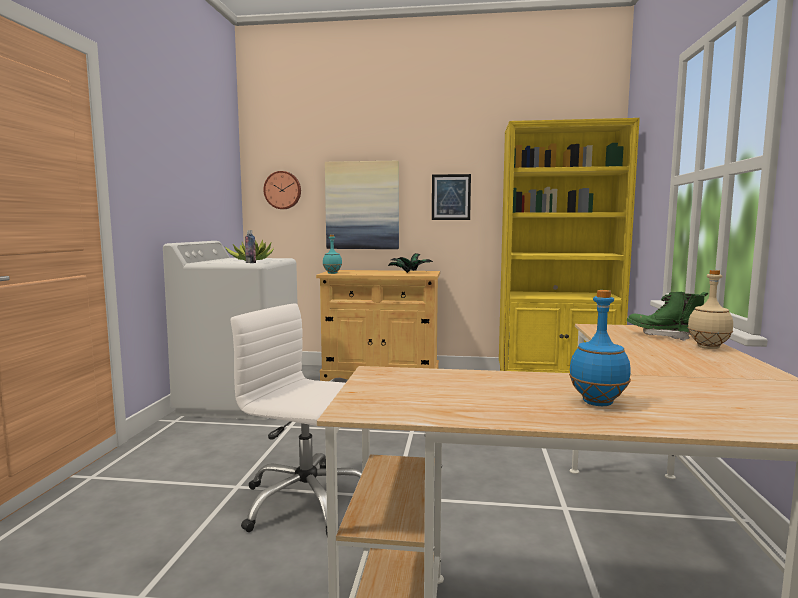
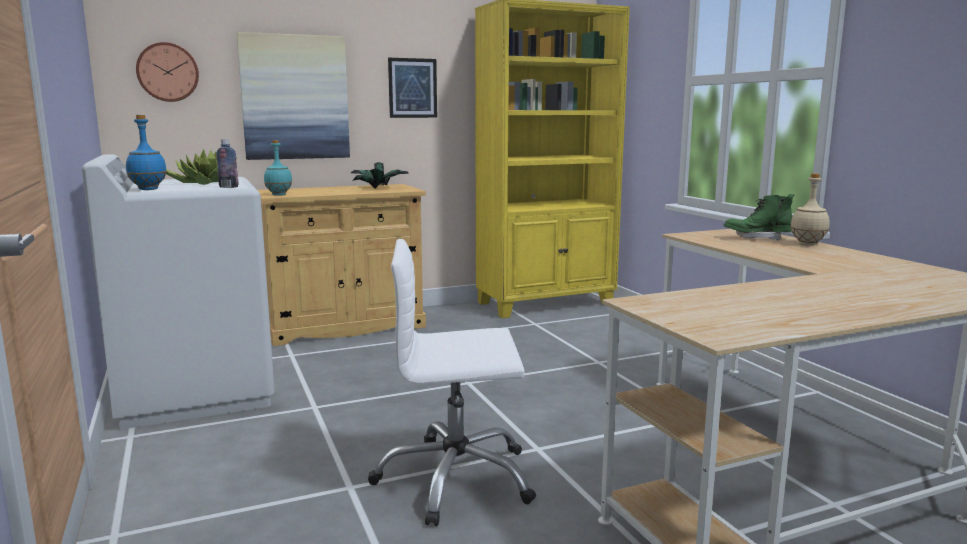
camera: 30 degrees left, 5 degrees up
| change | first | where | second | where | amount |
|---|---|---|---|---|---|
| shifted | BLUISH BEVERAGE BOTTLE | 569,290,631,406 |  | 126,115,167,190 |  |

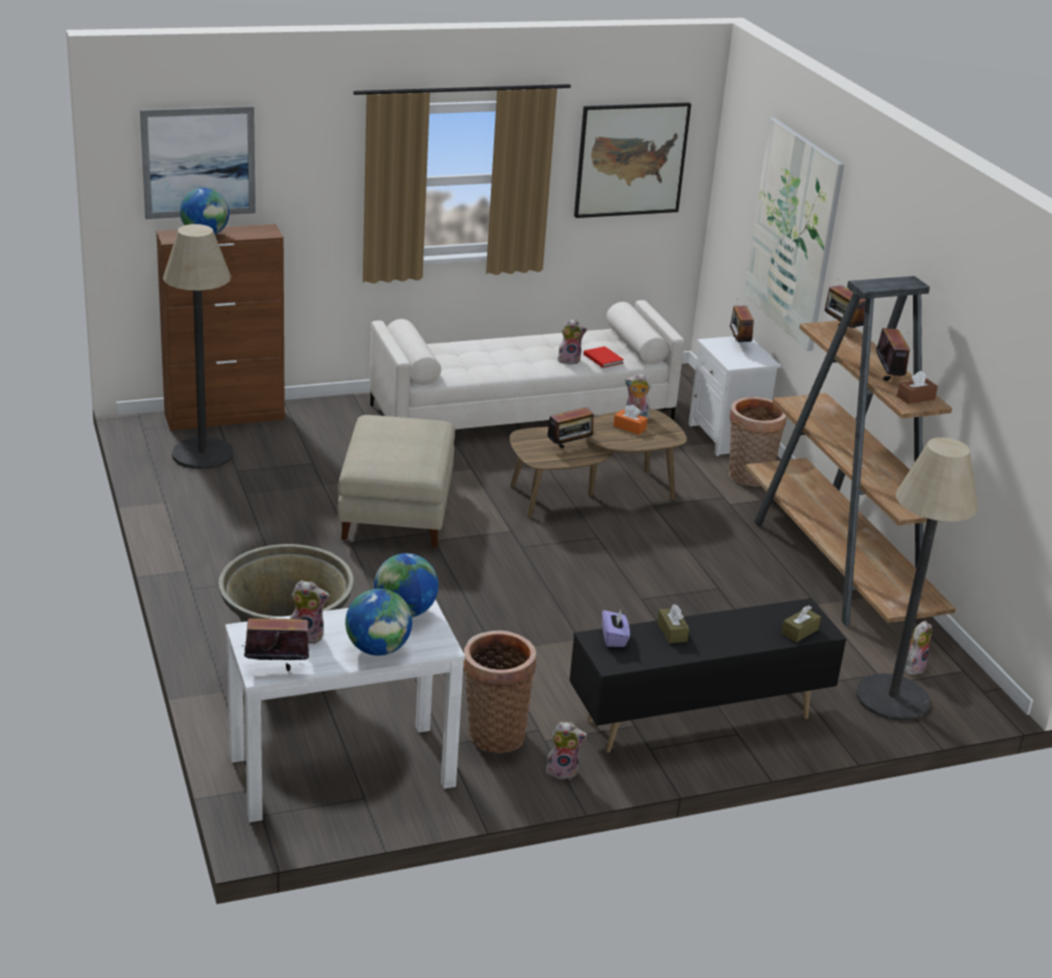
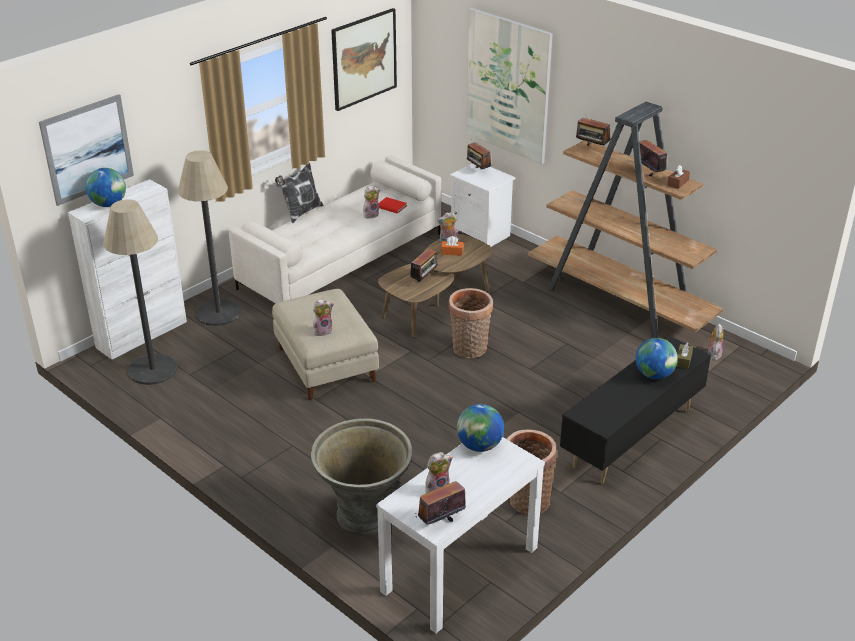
camera: 25 degrees left, 5 degrees up
| change | first | where | second | where | amount |
|---|---|---|---|---|---|
| repainted | BROWNISH CUPBOARD | 156,224,285,430 | WHITISH CUPBOARD | 68,179,187,360 |  |
| shifted | STANDING LAMP | 856,437,978,721 |  | 178,150,241,326 |  |
| new |  |  | PILLOW | 275,163,324,223 |  |
| shifted | SOFT TOY | 546,722,587,780 |  | 313,298,334,336 |  |
| shifted | BASKET | 729,397,787,487 |  | 449,288,493,358 |  |
| shifted | DESK GLOBE | 345,588,412,656 |  | 635,338,678,379 |  |
| gone | PURPLE BOX OF TISSUES | 602,610,630,647 |  |  |  |
| gone | BROWNISH BOX OF TISSUES | 657,604,689,643 |  |  |  |

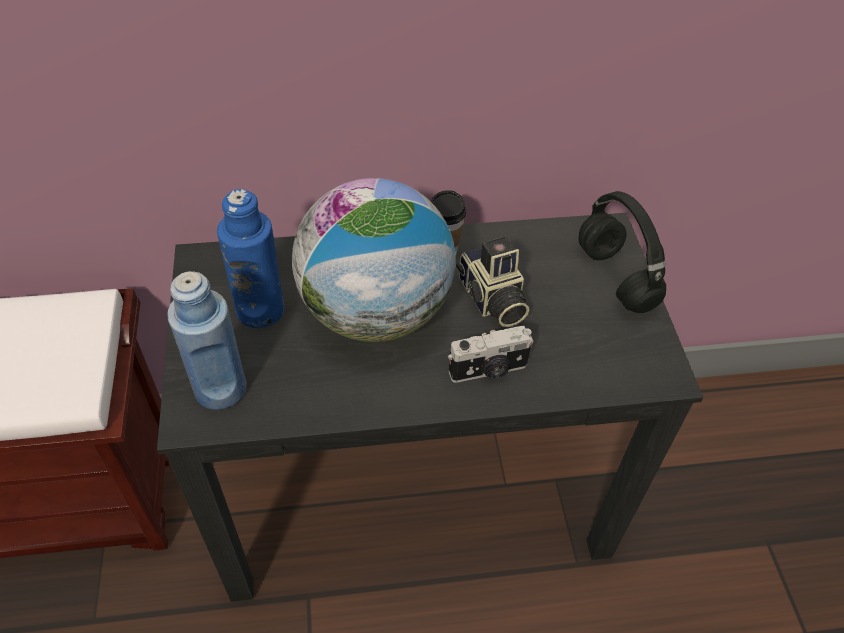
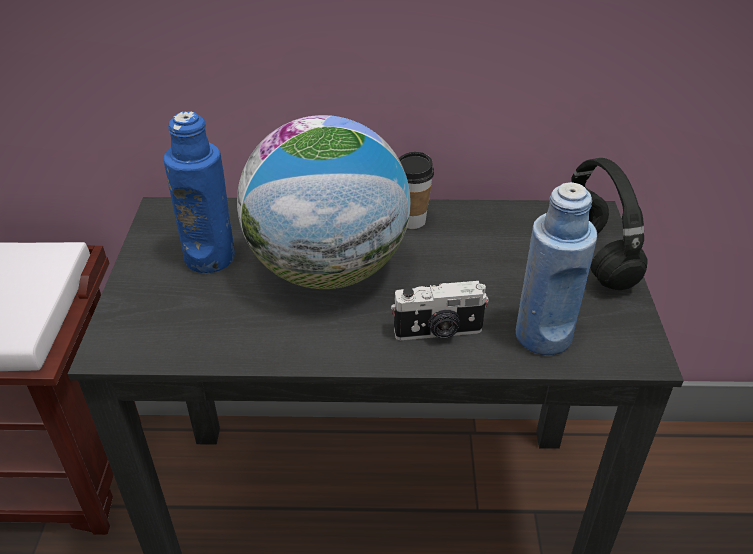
camera: 10 degrees right, 10 degrees down
| change | first | where | second | where | amount |
|---|---|---|---|---|---|
| shifted | BLUISH BEVERAGE BOTTLE | 167,271,246,410 |  | 516,182,597,355 |  |
| gone | PHOTO CAMERA | 456,237,529,327 |  |  |  |

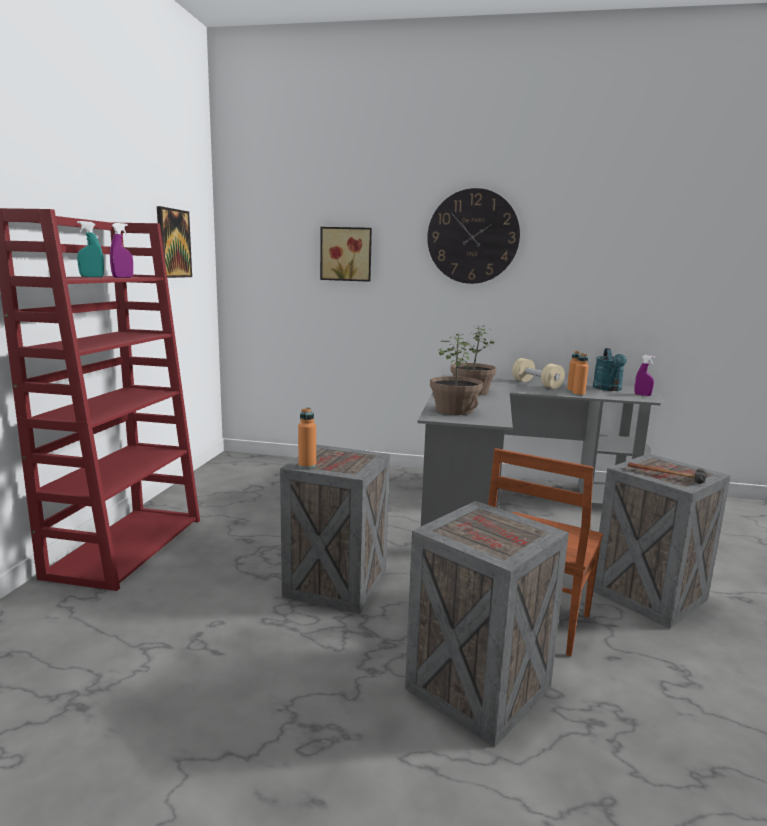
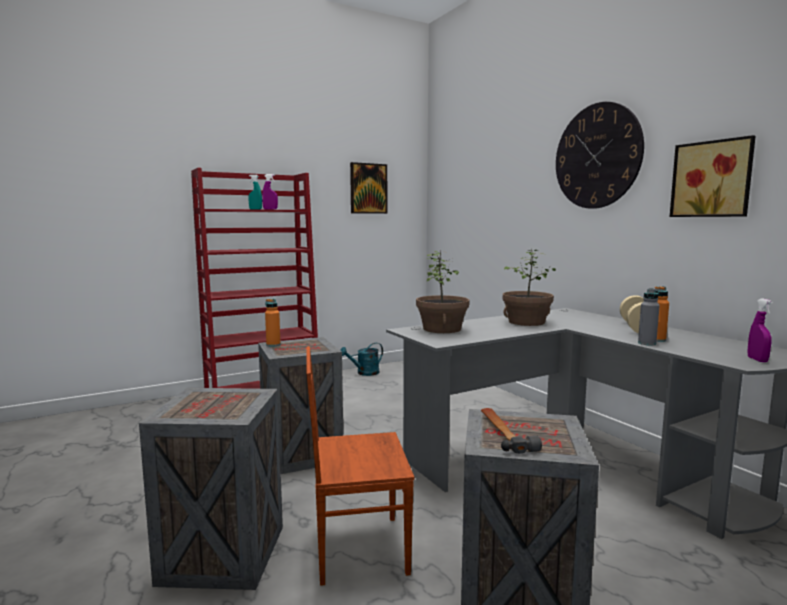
camera: 50 degrees right, 5 degrees down
| change | first | where | second | where | amount |
|---|---|---|---|---|---|
| shifted | TURQUOISE-COLOURED SPRINKLING CAN | 593,348,627,391 |  | 340,343,383,376 |  |
| repainted | ORANGE BEVERAGE BOTTLE | 572,353,589,396 | GRAY BEVERAGE BOTTLE | 638,288,660,345 |  |
| shifted | WALL PICTURE | 320,227,372,282 |  | 670,135,756,217 |  |

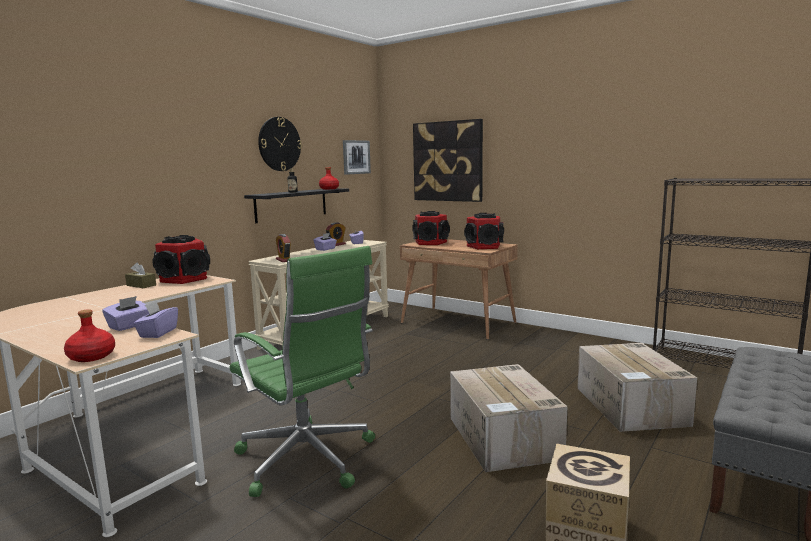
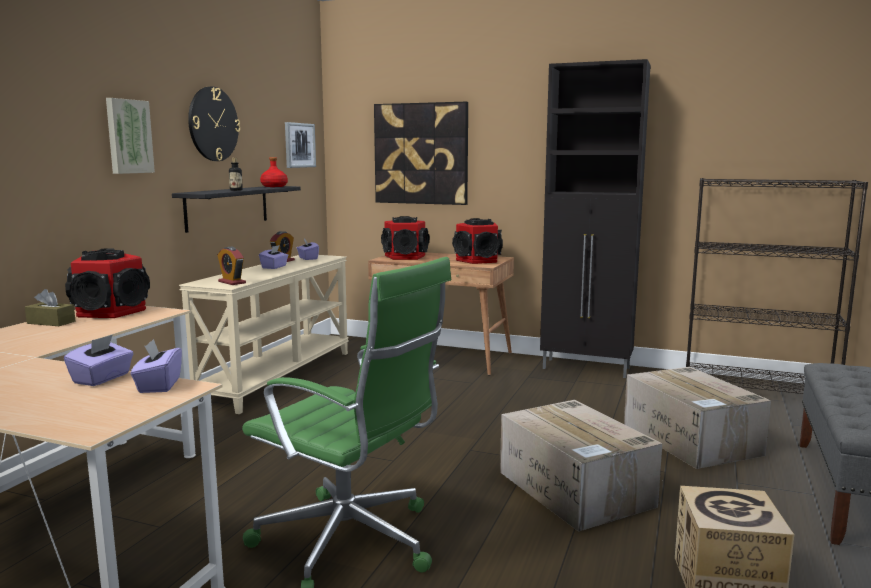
camera: 15 degrees left, 0 degrees up
| change | first | where | second | where | amount |
|---|---|---|---|---|---|
| new |  |  | WALL PICTURE | 106,98,155,174 |  |
| new |  |  | BLACK CUPBOARD | 540,59,651,378 |  |
| gone | REDDISH BEVERAGE BOTTLE | 64,309,115,362 |  |  |  |

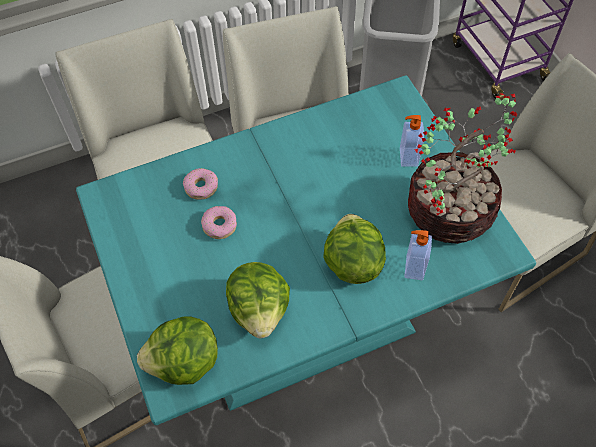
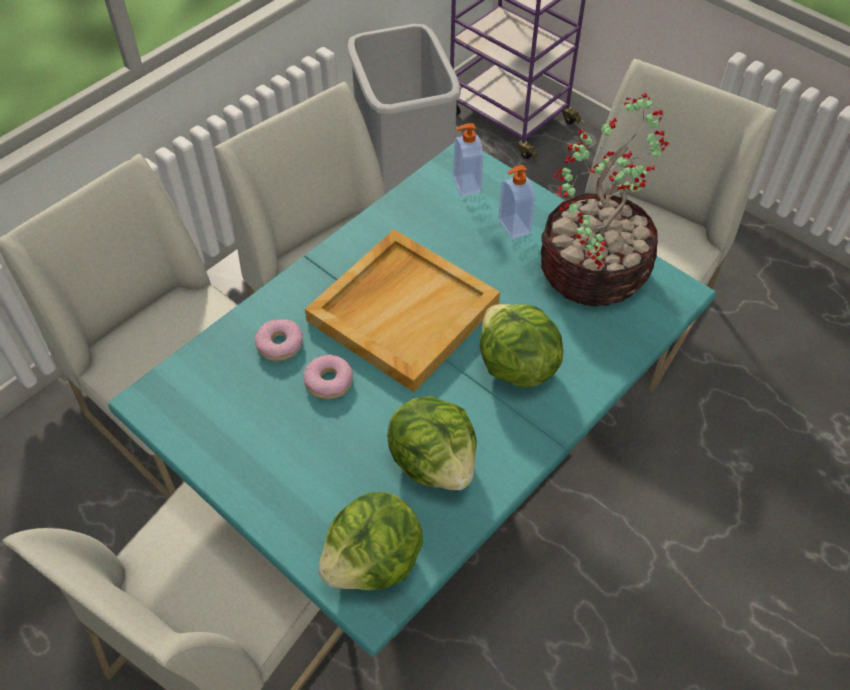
camera: 25 degrees left, 5 degrees down
| change | first | where | second | where | amount |
|---|---|---|---|---|---|
| new |  |  | BEIGE-COLOURED TRAY | 305,230,500,392 |  |
| shifted | LIQUID SOAP BOTTLE | 404,230,432,280 |  | 453,123,483,196 |  |

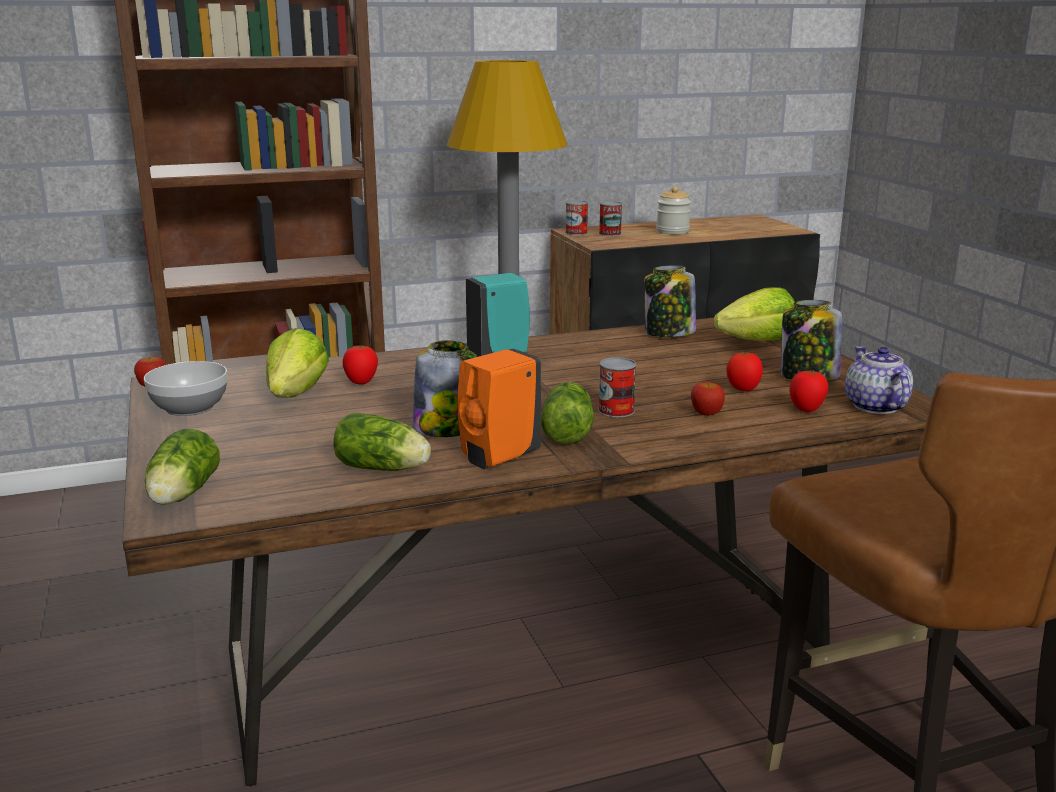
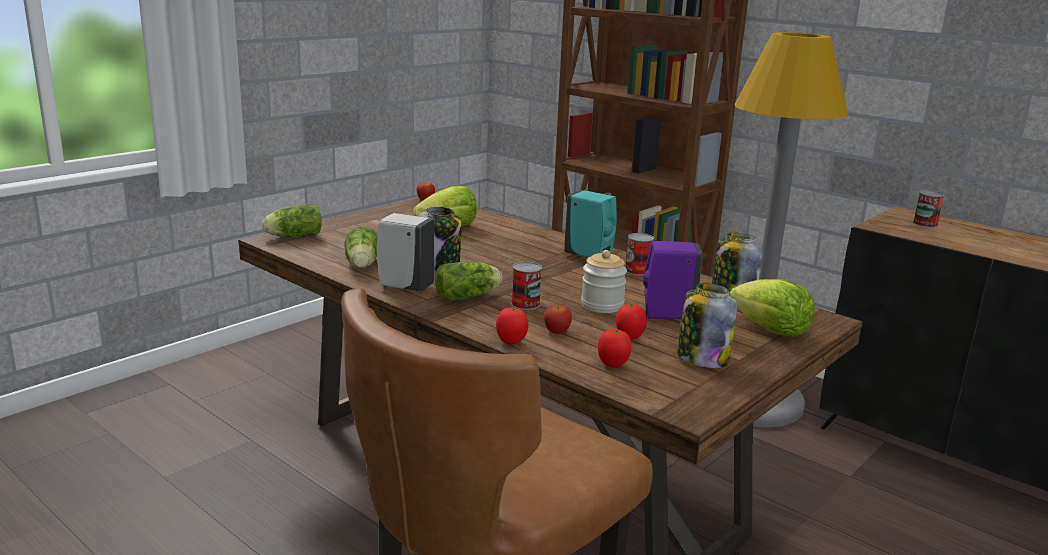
camera: 60 degrees right, 0 degrees up
| change | first | where | second | where | amount |
|---|---|---|---|---|---|
| repainted | ORANGE LIQUID SOAP BOTTLE | 457,349,541,469 | WHITISH LIQUID SOAP BOTTLE | 377,213,434,292 |  |
| shifted | TOMATO | 343,345,378,385 |  | 496,307,528,345 |  |
| shifted | STORAGE JAR | 656,186,691,234 |  | 581,250,627,313 |  |
| shifted | CAN | 565,200,588,235 |  | 626,233,654,275 |  |
| new |  |  | PURPLE LIQUID SOAP BOTTLE | 643,240,703,320 |  |
| gone | SERVING BOWL | 144,361,227,416 |  |  |  |
| gone | TEA POT | 845,346,913,414 |  |  |  |

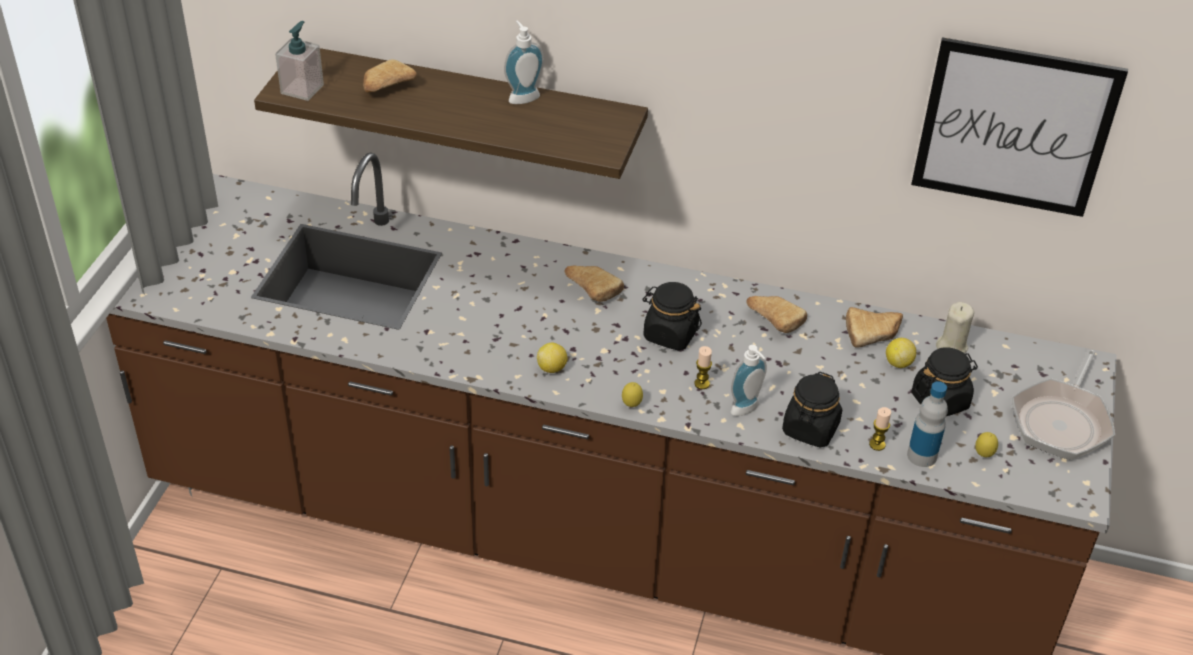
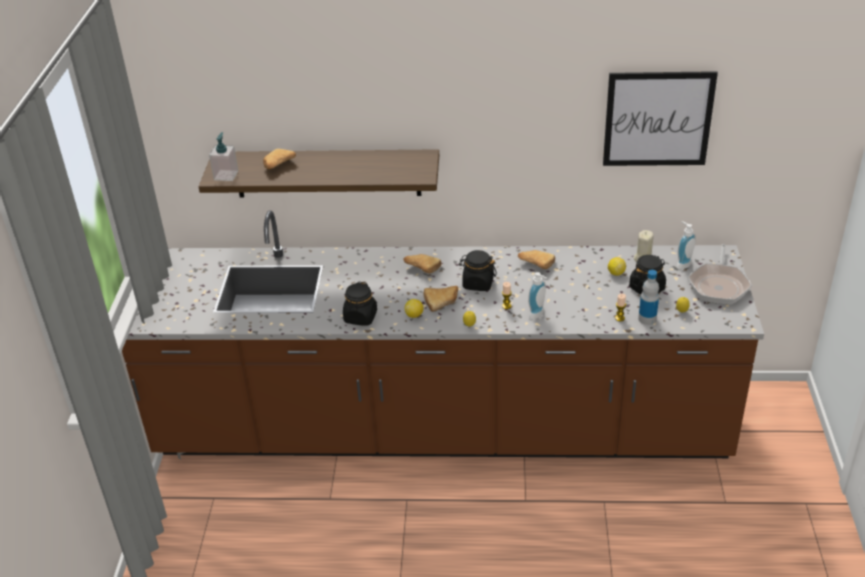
camera: 10 degrees left, 5 degrees down
| change | first | where | second | where | amount |
|---|---|---|---|---|---|
| shifted | BLACK STORAGE JAR | 782,372,842,447 |  | 343,282,377,326 |  |
| shifted | BREAD | 846,307,903,348 |  | 423,286,458,312 |  |
| shifted | LIQUID SOAP BOTTLE | 504,21,544,104 |  | 676,221,696,270 |  |

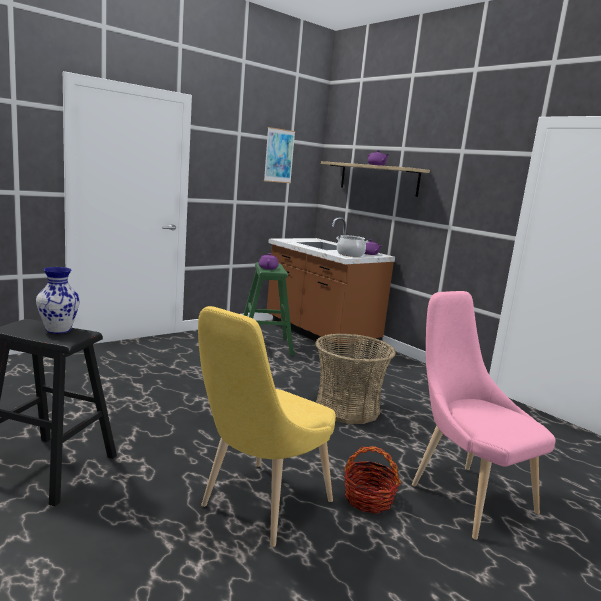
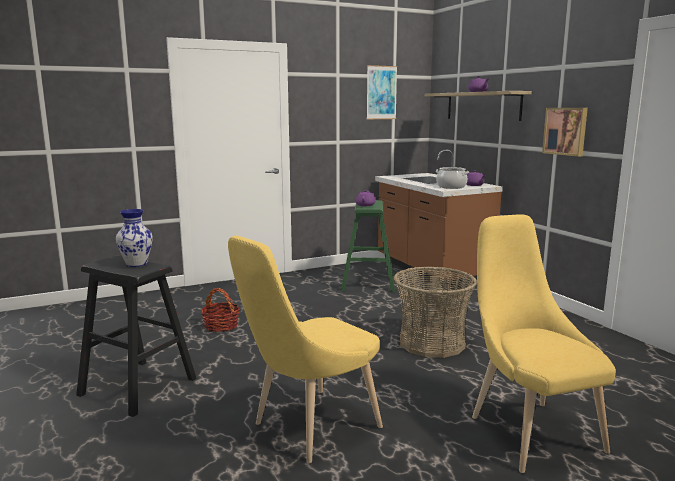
camera: 15 degrees right, 0 degrees up
| change | first | where | second | where | amount |
|---|---|---|---|---|---|
| shifted | BASKET | 344,446,401,514 |  | 201,288,240,332 |  |
| repainted | PINKISH PLAIN CHAIR | 412,291,555,540 | YELLOW PLAIN CHAIR | 472,214,616,473 |  |
| new |  |  | WALL PICTURE | 542,108,588,157 |  |

